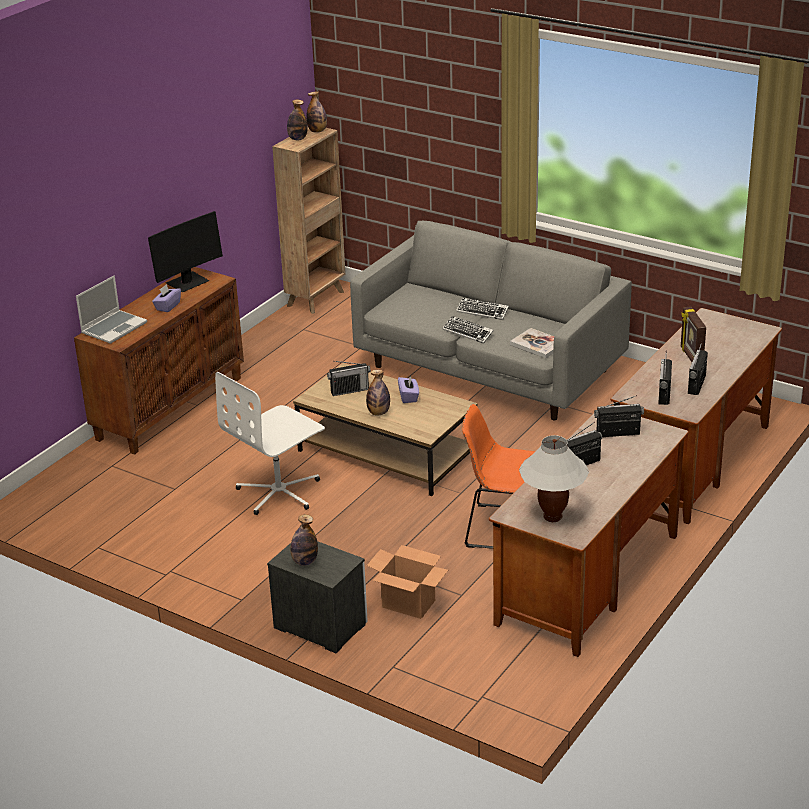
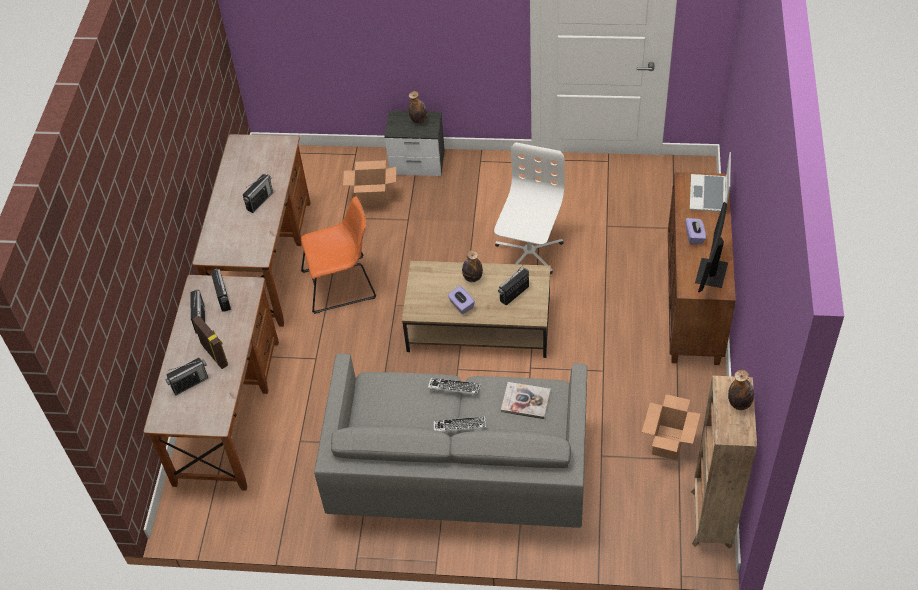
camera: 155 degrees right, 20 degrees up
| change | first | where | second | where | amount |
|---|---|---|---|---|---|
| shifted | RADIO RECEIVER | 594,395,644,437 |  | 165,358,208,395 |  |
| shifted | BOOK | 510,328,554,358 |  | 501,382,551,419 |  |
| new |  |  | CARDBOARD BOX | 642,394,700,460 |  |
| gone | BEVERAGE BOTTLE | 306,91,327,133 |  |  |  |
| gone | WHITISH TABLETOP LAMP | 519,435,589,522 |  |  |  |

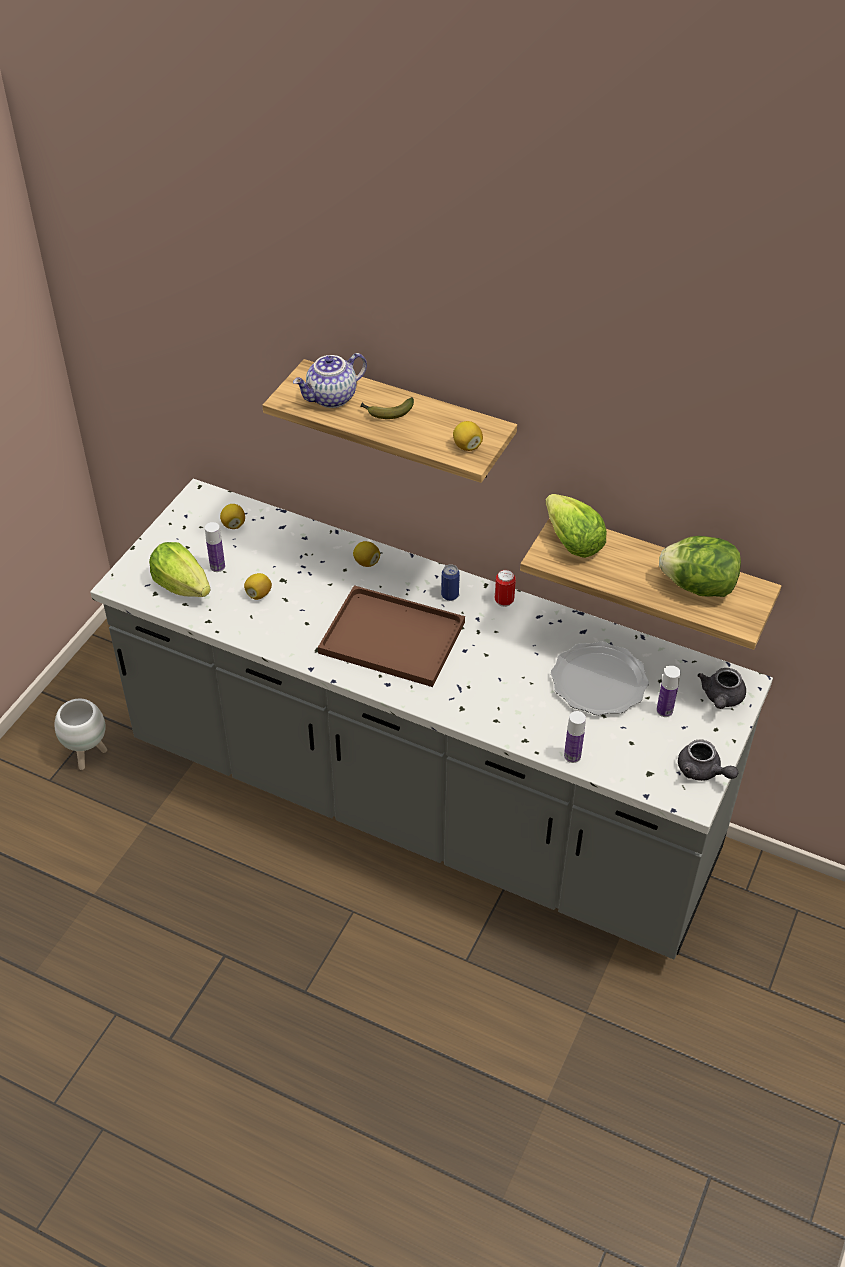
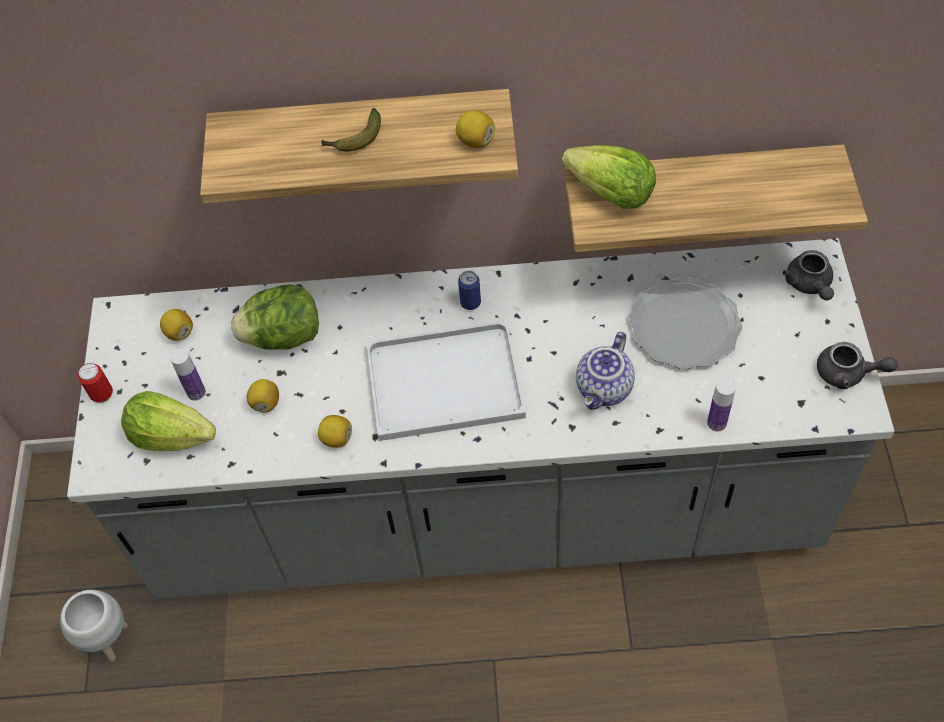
camera: 25 degrees left, 10 degrees up
| change | first | where | second | where | amount |
|---|---|---|---|---|---|
| shifted | CAN | 495,570,516,607 |  | 78,363,113,403 |  |
| shifted | HEAD OF LETTUCE | 659,536,741,597 |  | 231,284,319,350 |  |
| shifted | WHOLE LEMON | 353,541,380,567 |  | 318,415,352,448 |  |
| repainted | BROWNISH TRAY | 318,585,465,687 | WHITISH TRAY | 366,321,526,441 |  |
| shifted | TEA POT | 293,353,367,408 |  | 576,332,635,410 |  |
| gone | BEVERAGE BOTTLE | 656,666,681,717 |  |  |  |

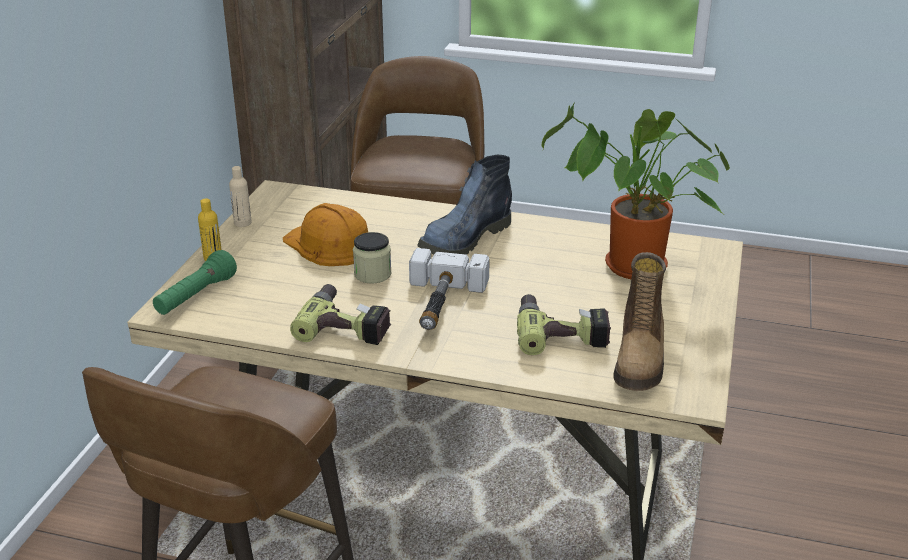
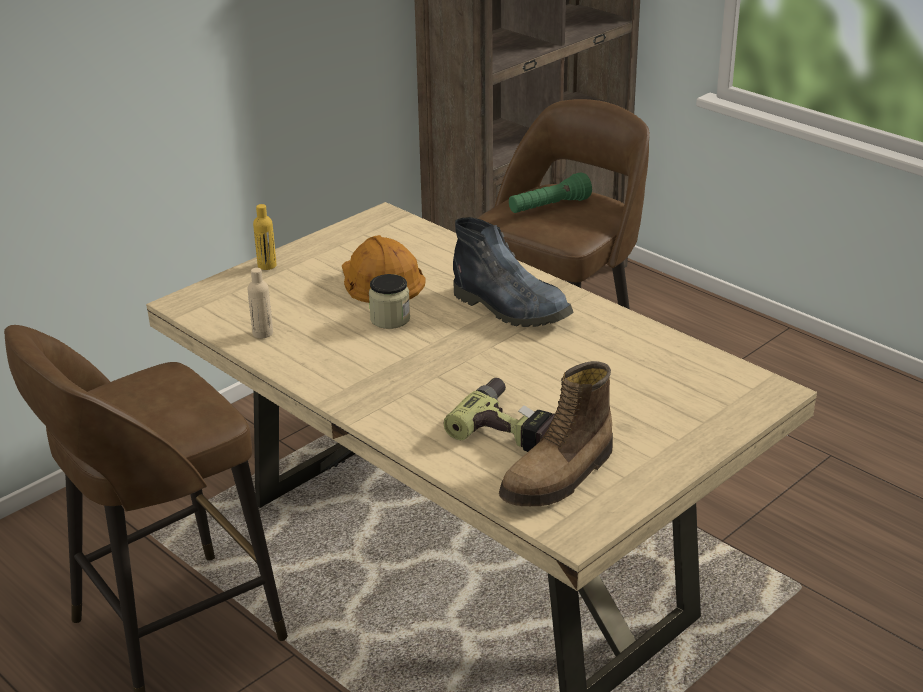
camera: 30 degrees right, 0 degrees up
| change | first | where | second | where | amount |
|---|---|---|---|---|---|
| shifted | BEIGE-COLOURED BEVERAGE BOTTLE | 229,166,252,227 |  | 248,268,273,338 |  |
| rotated | BOOT | 417,155,512,255 |  | 453,217,573,327 | 120 degrees counterclockwise |
| shifted | GREENISH TORCH | 153,250,237,315 |  | 509,172,592,213 |  |
| gone | ELECTRIC DRILL | 290,284,391,345 |  |  |  |
| gone | HAND HAMMER | 409,248,490,330 |  |  |  |
| gone | HOUSEPLANT | 542,102,730,279 |  |  |  |

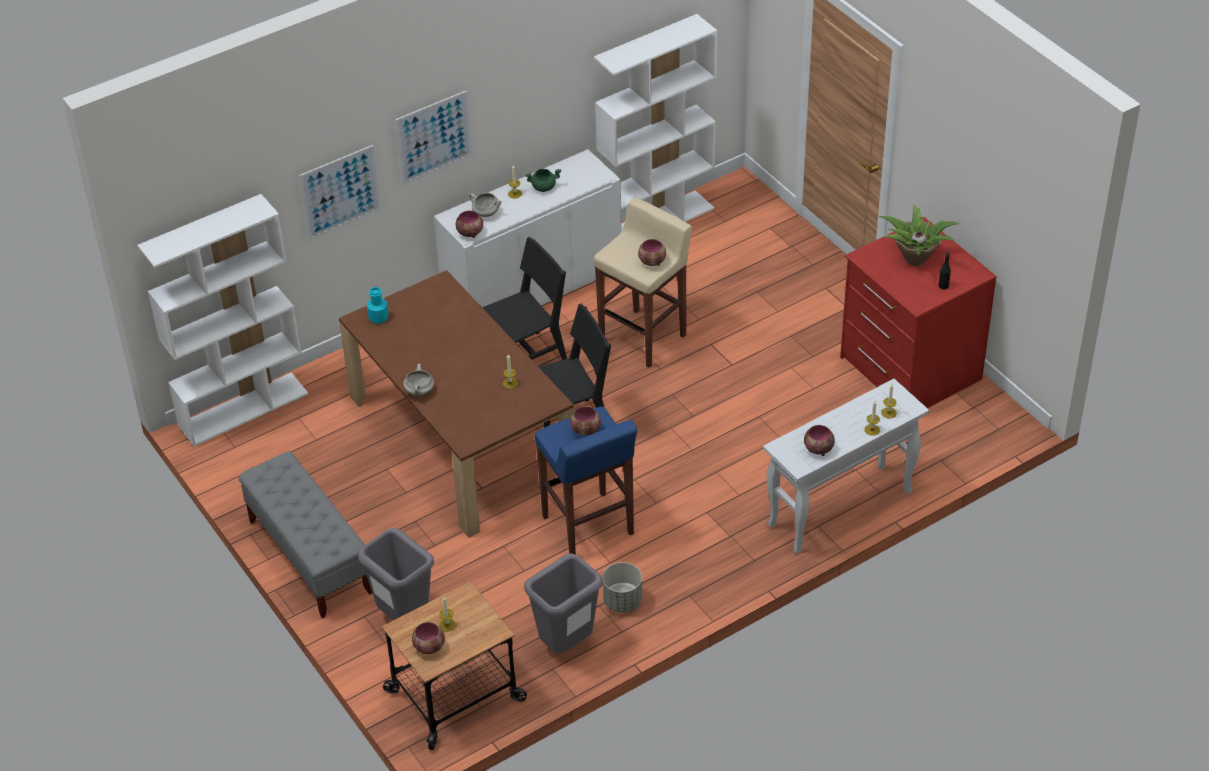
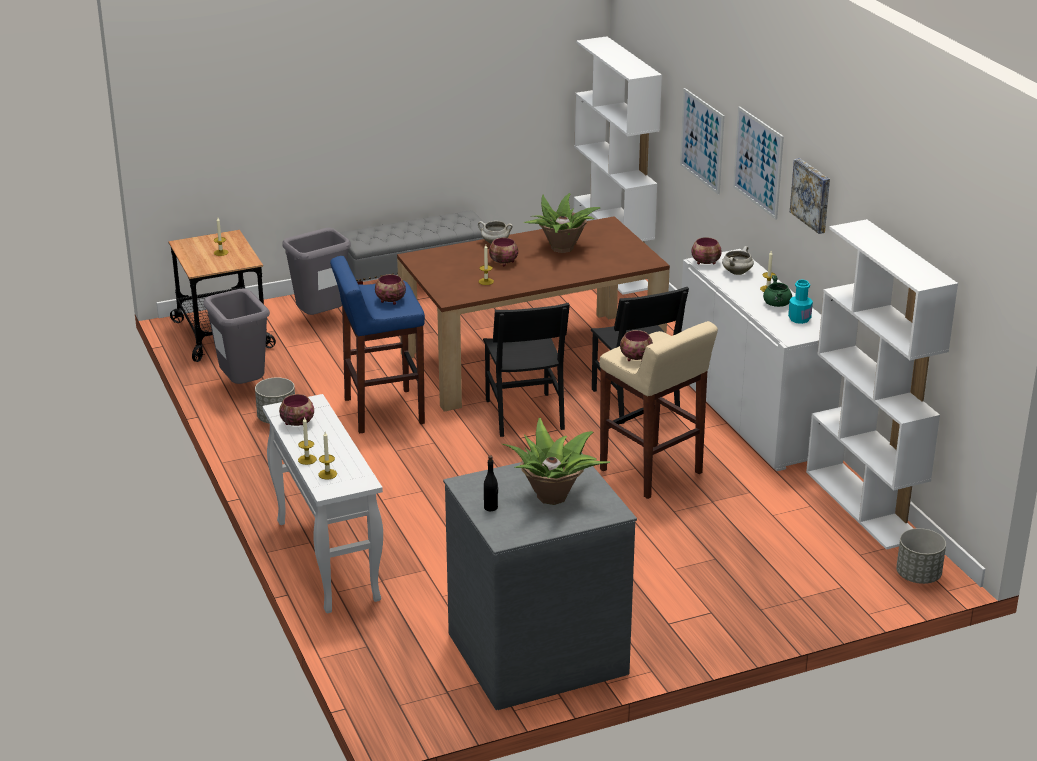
camera: 100 degrees right, 15 degrees down
| change | first | where | second | where | amount |
|---|---|---|---|---|---|
| repainted | REDDISH CHEST OF DRAWERS | 840,217,997,408 | GRAY CHEST OF DRAWERS | 443,453,637,710 |  |
| shifted | SERVING BOWL | 412,622,445,654 |  | 489,238,518,266 |  |
| new |  |  | HOUSEPLANT | 523,193,600,253 |  |
| shifted | TURQUOISE-COLOURED BEVERAGE BOTTLE | 367,287,388,324 |  | 788,280,813,324 |  |
| new |  |  | WALL PICTURE | 790,158,830,234 |  |
| new |  |  | GRAY PLANT POT | 896,528,946,584 |  |

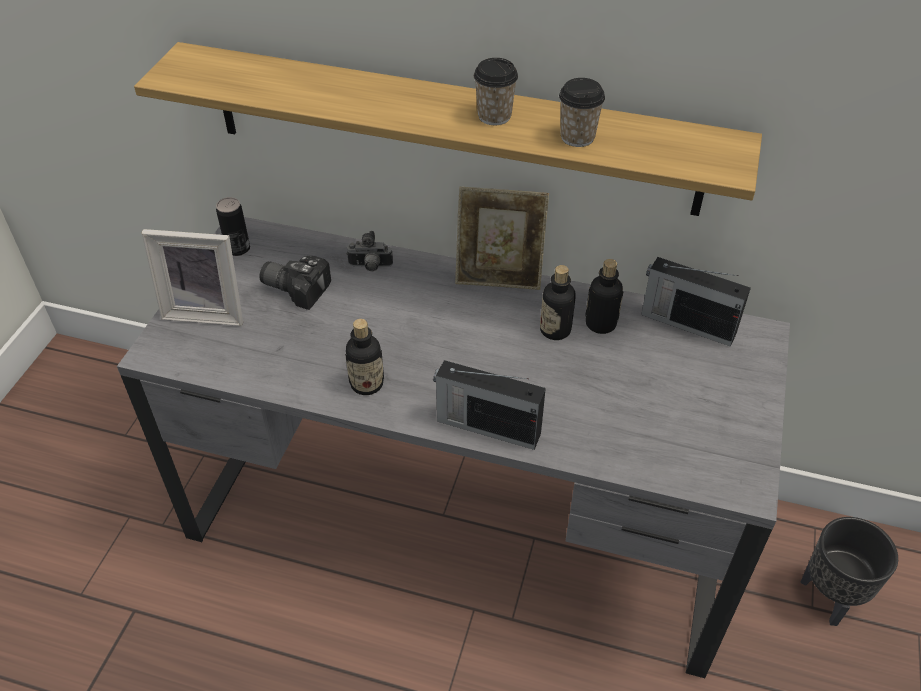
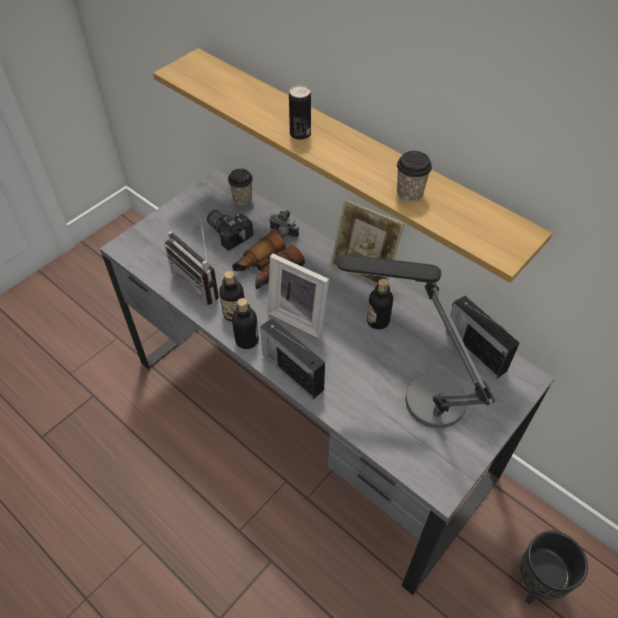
camera: 25 degrees right, 5 degrees up
| change | first | where | second | where | amount |
|---|---|---|---|---|---|
| new |  |  | RADIO RECEIVER | 164,220,219,305 |  |
| shifted | DRINKING CUP | 474,58,518,125 |  | 228,168,253,205 |  |
| new |  |  | FIELD GLASSES | 232,231,305,289 |  |
| shifted | BEVERAGE BOTTLE | 585,259,623,334 |  | 232,298,259,349 |  |
| shifted | STANDING FRAME | 142,229,243,326 |  | 268,254,329,338 |  |
| shifted | CAN | 216,197,250,256 |  | 289,85,311,140 |  |
| new |  |  | TABLETOP LAMP | 337,255,495,428 |  |

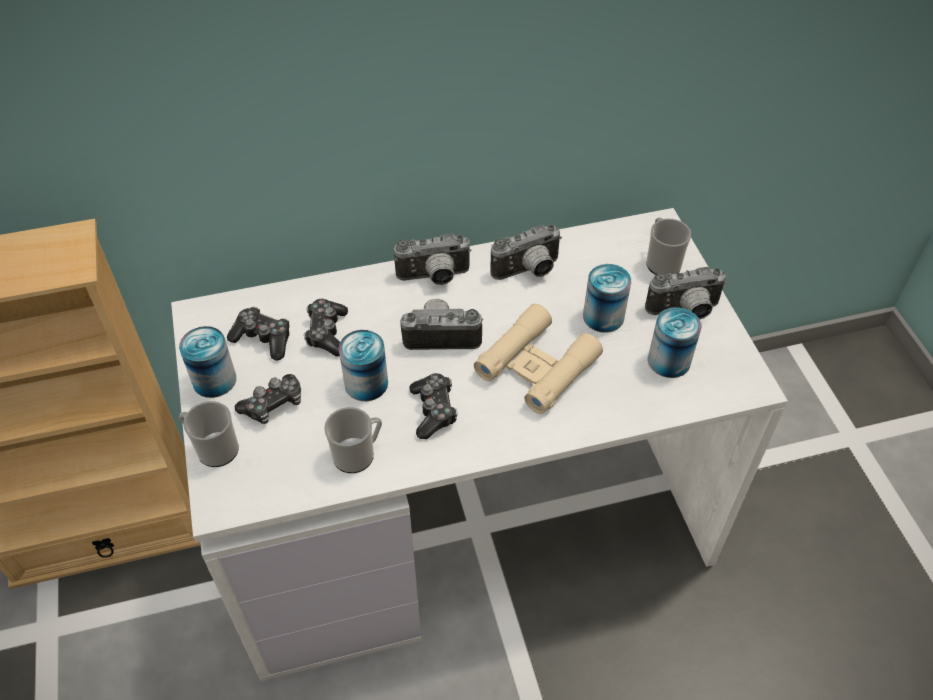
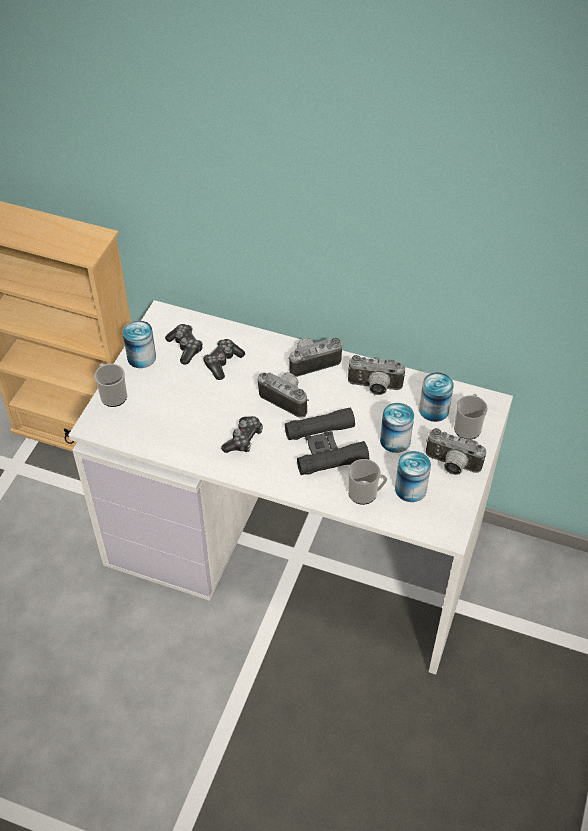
camera: 35 degrees right, 0 degrees up
| change | first | where | second | where | amount |
|---|---|---|---|---|---|
| repainted | BEIGE-COLOURED FIELD GLASSES | 474,304,603,414 | BLACK FIELD GLASSES | 285,407,369,475 |  |
| rotated | PHOTO CAMERA | 394,234,472,285 |  | 288,338,342,377 | 135 degrees clockwise |
| shifted | COFFEE MUG | 324,407,382,473 |  | 348,459,387,505 |  |
| shifted | CAN | 339,330,388,401 |  | 419,372,454,422 |  |
| gone | GAMEPAD | 235,374,301,424 |  |  |  |

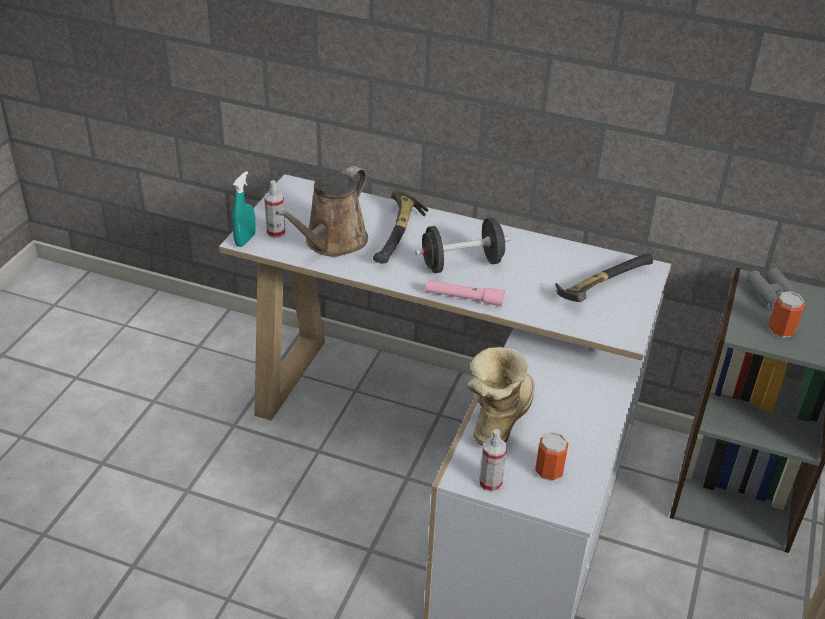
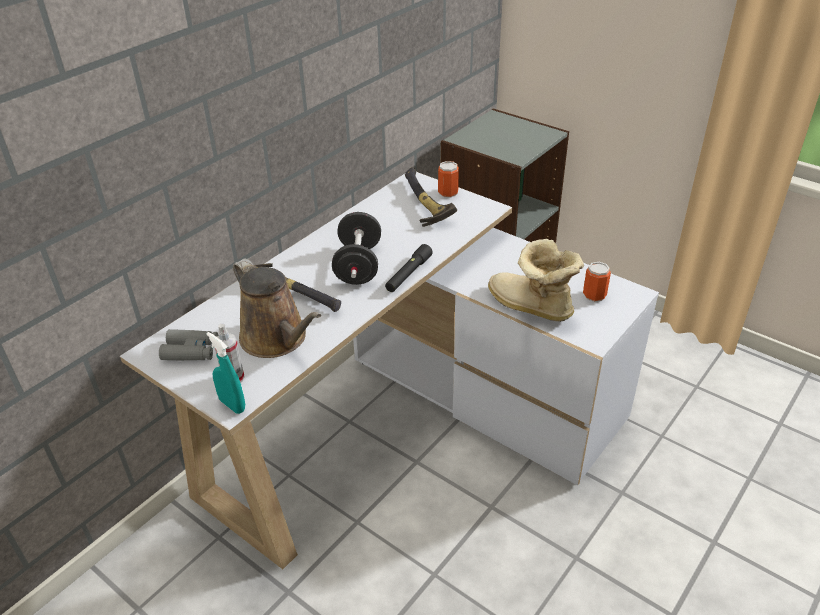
camera: 70 degrees left, 0 degrees up
| change | first | where | second | where | amount |
|---|---|---|---|---|---|
| shifted | GRAY FIELD GLASSES | 746,268,799,310 |  | 159,329,219,360 |  |
| repainted | PINKISH TORCH | 426,280,505,306 | BLACK TORCH | 385,244,433,292 |  |
| shifted | CAN | 768,291,805,338 |  | 438,161,459,198 |  |
| gone | HAND SPRAYER | 479,429,507,492 |  |  |  |

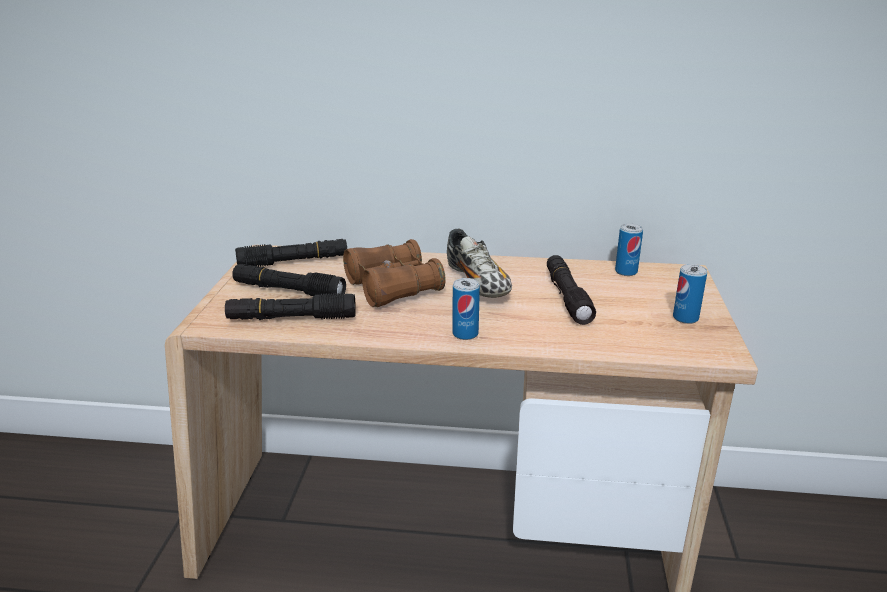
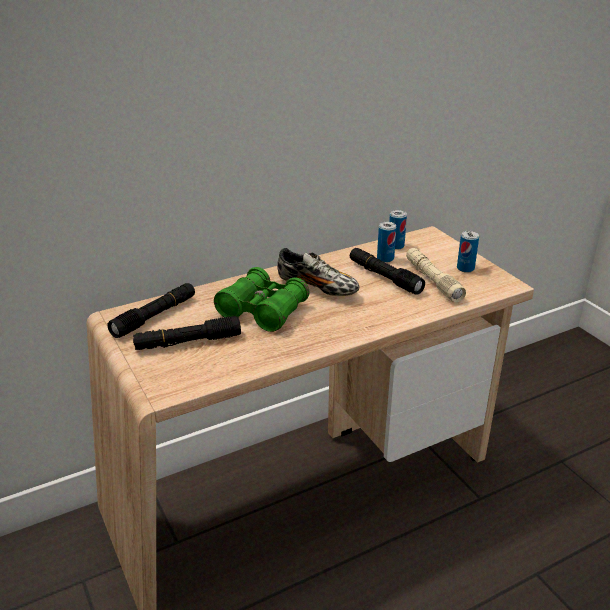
camera: 35 degrees left, 5 degrees up
| change | first | where | second | where | amount |
|---|---|---|---|---|---|
| repainted | BROWNISH FIELD GLASSES | 343,239,446,307 | GREENISH FIELD GLASSES | 214,267,309,332 |  |
| shifted | CAN | 452,278,480,340 |  | 377,222,397,262 |  |
| new |  |  | BEIGE-COLOURED TORCH | 406,248,466,302 |  |
| gone | BLACK TORCH | 225,293,356,320 |  |  |  |

